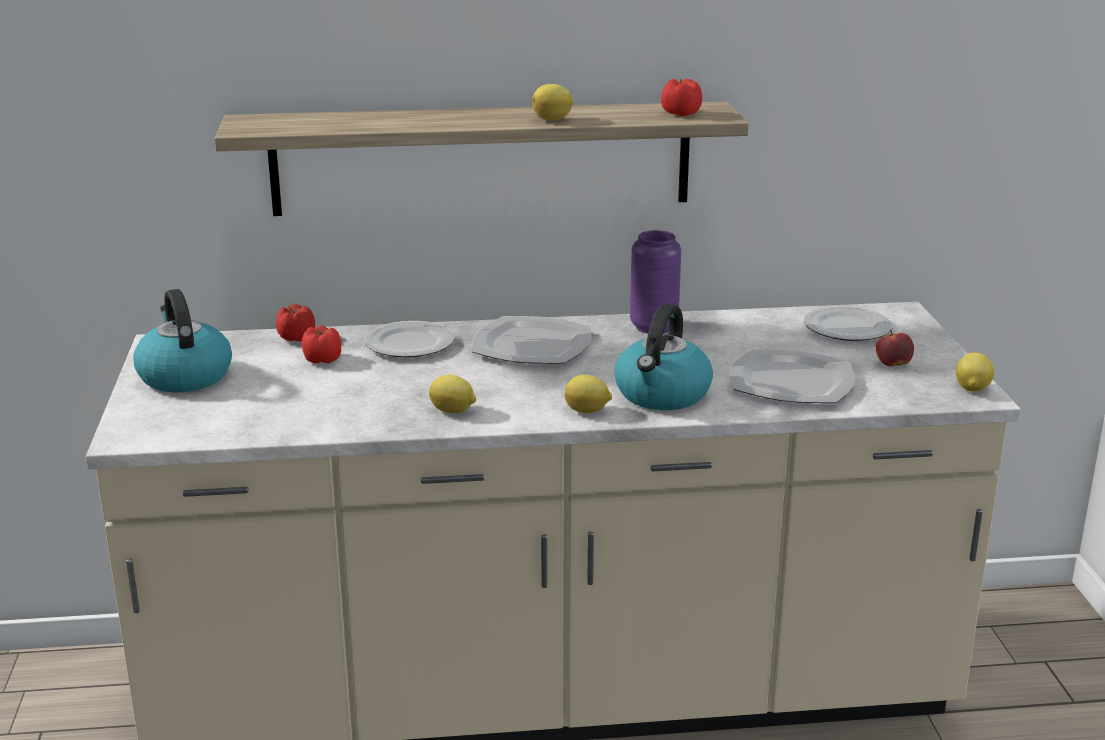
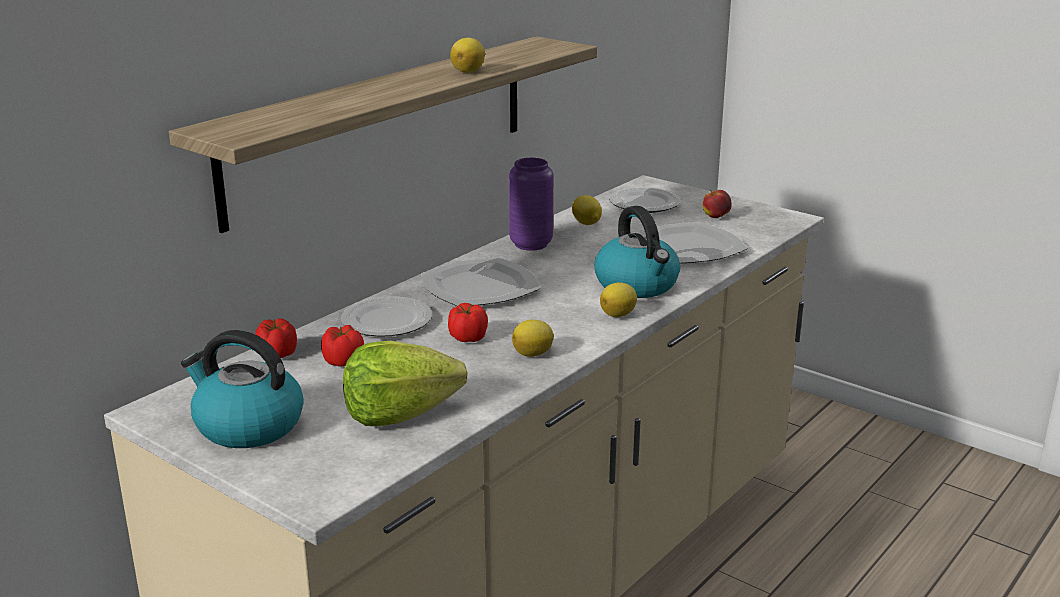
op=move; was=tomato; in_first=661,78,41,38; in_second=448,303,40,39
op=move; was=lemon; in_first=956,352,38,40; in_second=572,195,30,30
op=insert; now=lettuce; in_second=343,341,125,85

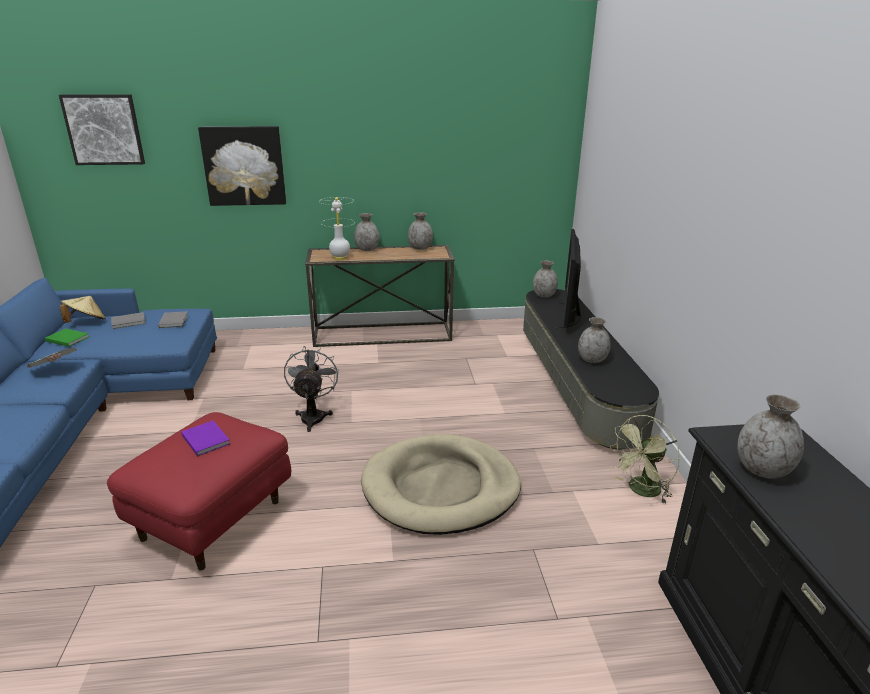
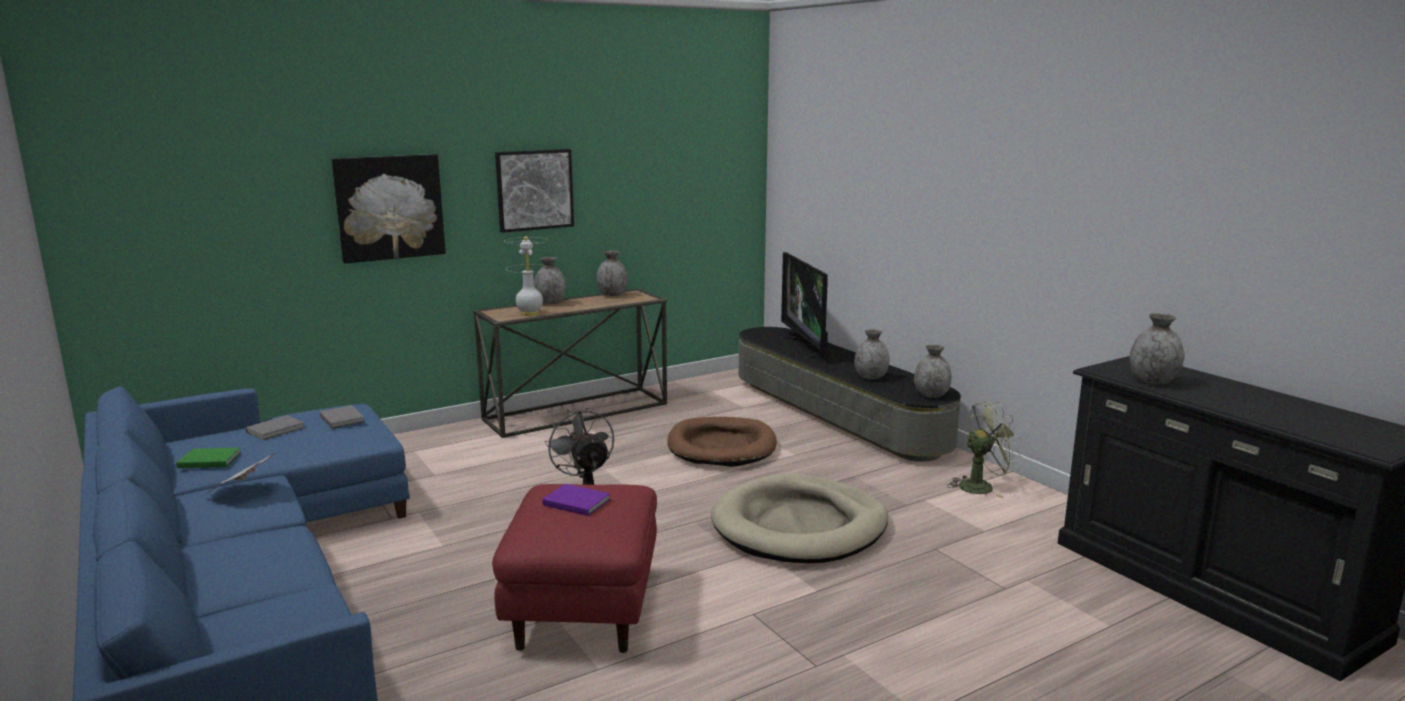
op=move; was=picture; in_first=59,95,86,70; in_second=495,149,79,84
op=move; was=grey vase; in_first=533,261,25,36; in_second=914,344,38,54
op=delete; was=beige hat; in_first=59,296,47,27
op=rotate; was=green fan; in_first=610,415,70,89; in_second=947,402,75,96; clockwise=-135
op=insert; now=brown dog bed; in_second=667,417,110,50

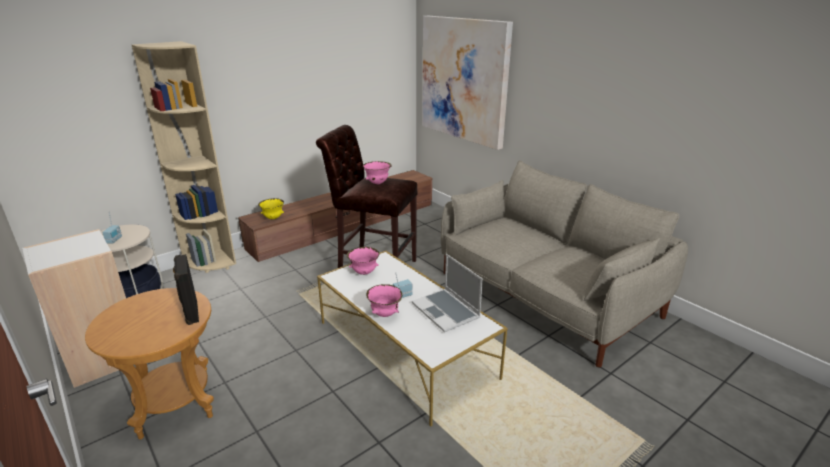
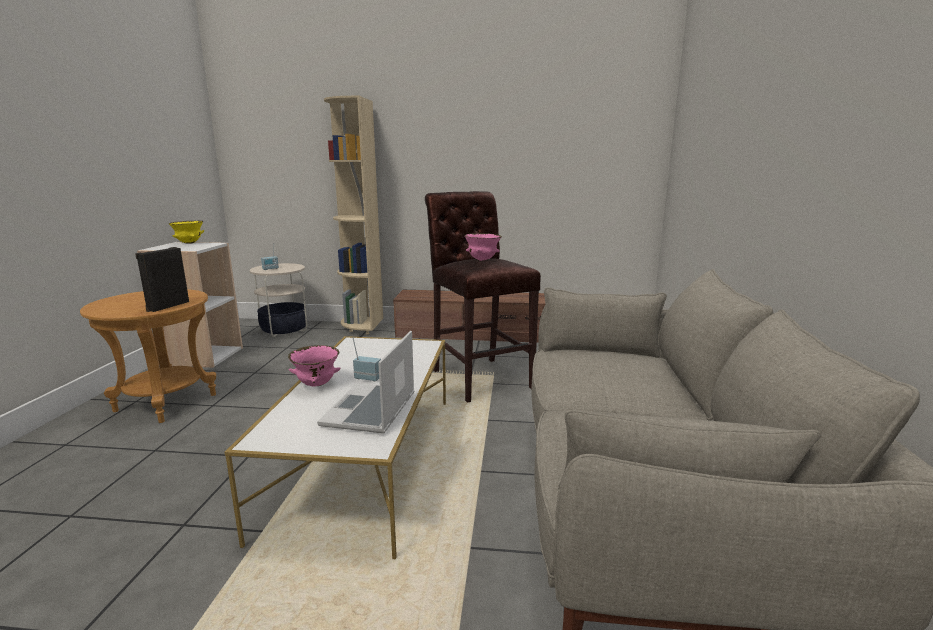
op=delete; was=picture; in_first=422,16,91,134
op=move; was=yellow bowl; in_first=258,198,26,21; in_second=169,221,35,23
op=delete; was=pink bowl; in_first=347,247,32,28

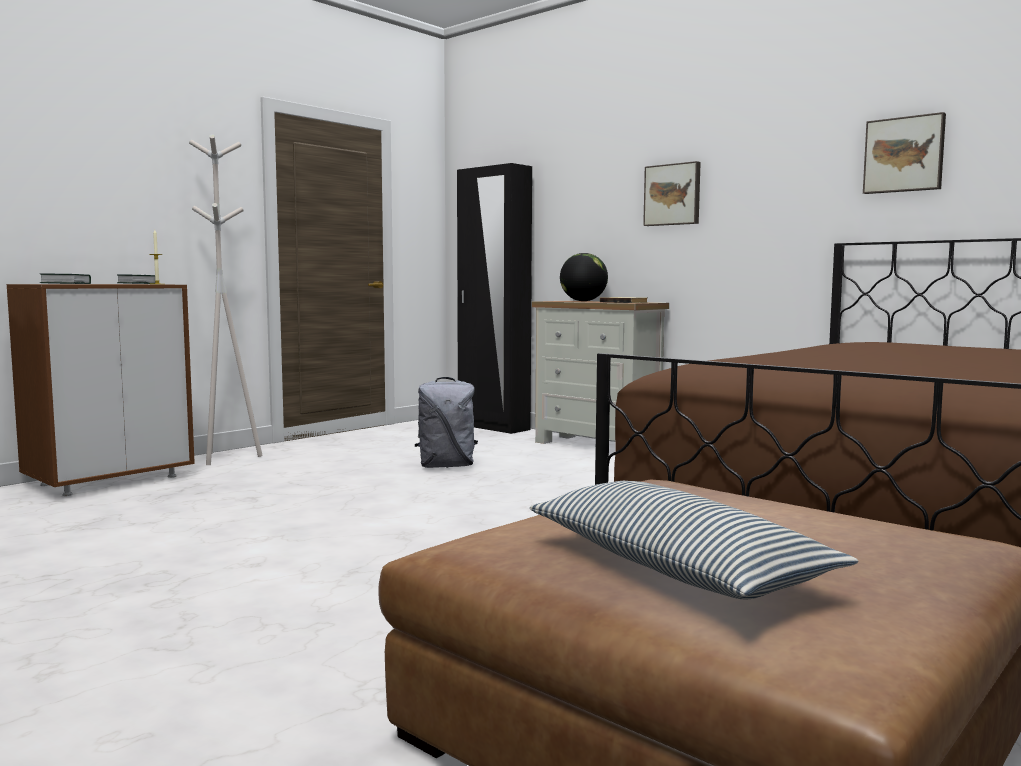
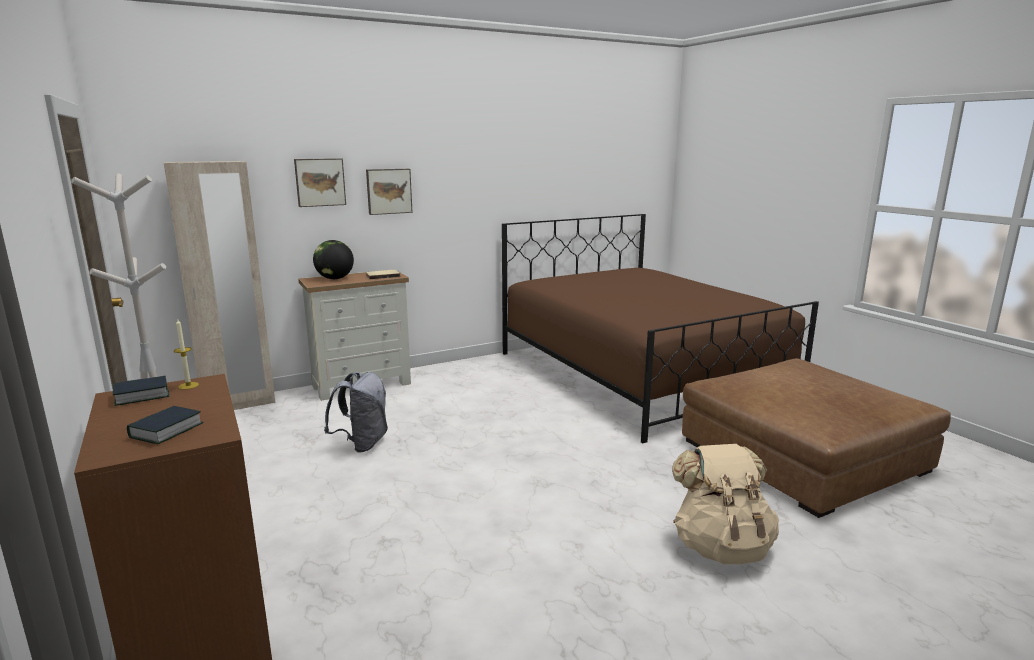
op=move; was=picture; in_first=863,112,83,82; in_second=294,158,52,49
op=recolor; was=black wardrobe; now=beige wardrobe; in_first=457,163,75,271; in_second=164,161,111,249
op=delete; was=pillow; in_first=530,481,328,118
op=insert; now=beige backpack; in_second=672,444,107,120

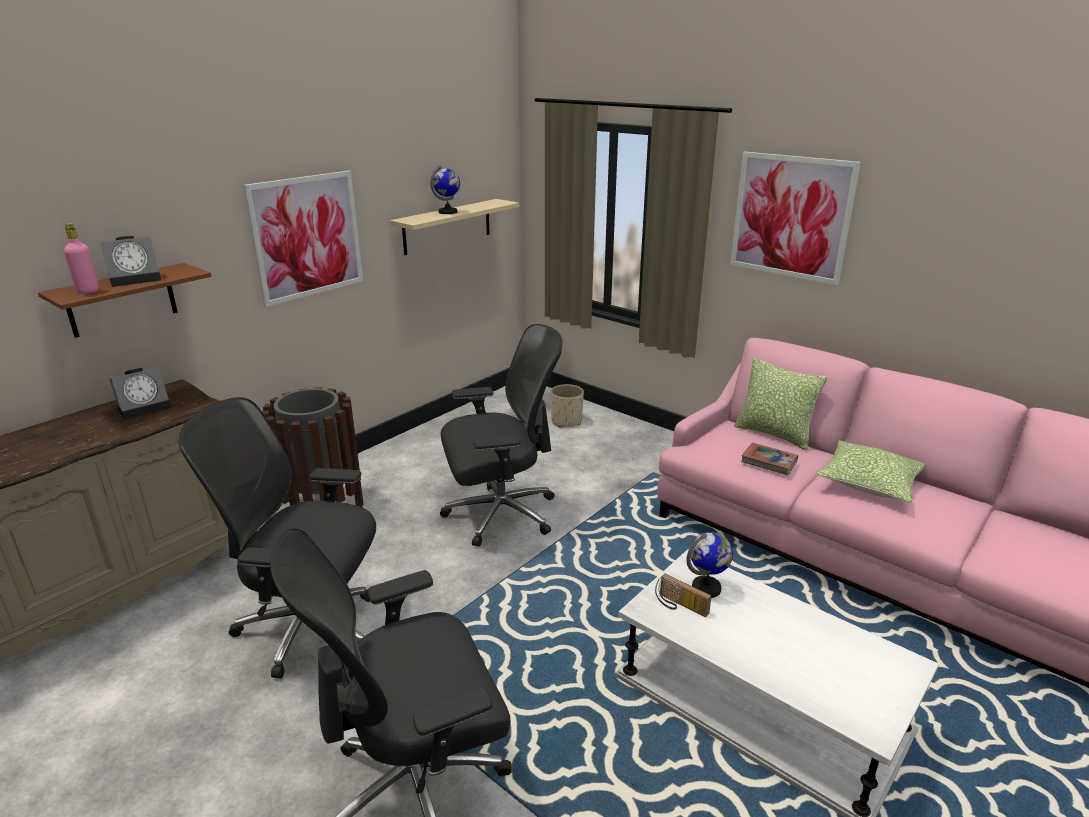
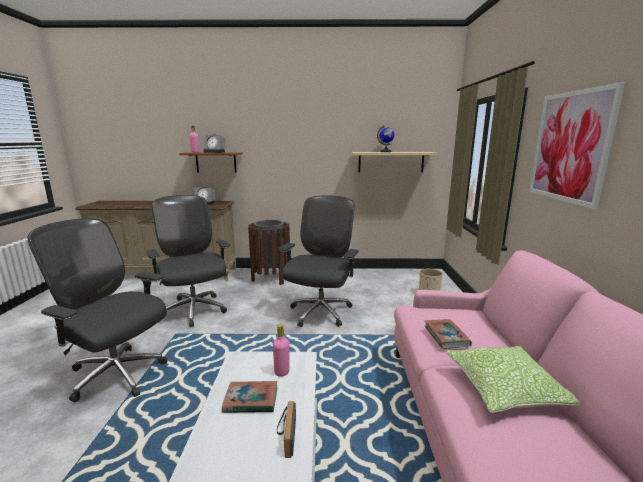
op=delete; was=picture; in_first=243,171,120,136
op=rotate; was=office chair; in_first=440,324,123,223; in_second=278,195,81,132; clockwise=-105
op=delete; was=pillow; in_first=734,358,94,92
op=replace; was=globe; now=pink bottle; in_first=686,532,47,66; in_second=273,324,17,53
op=move; was=radio; in_first=655,574,56,43; in_second=277,401,19,57
op=insert; now=book; in_second=222,381,56,32

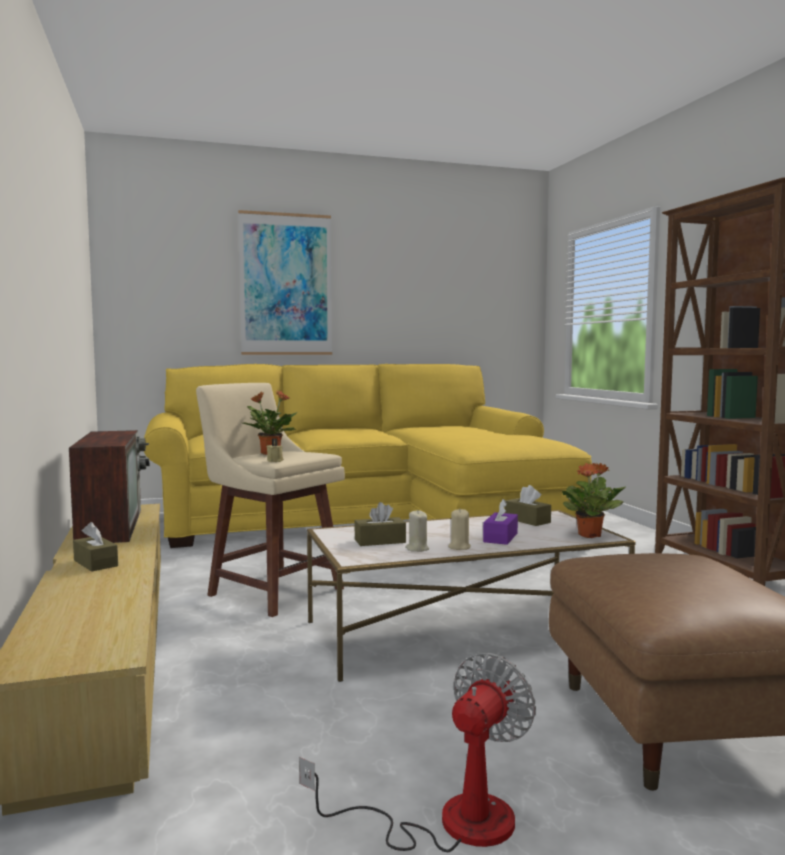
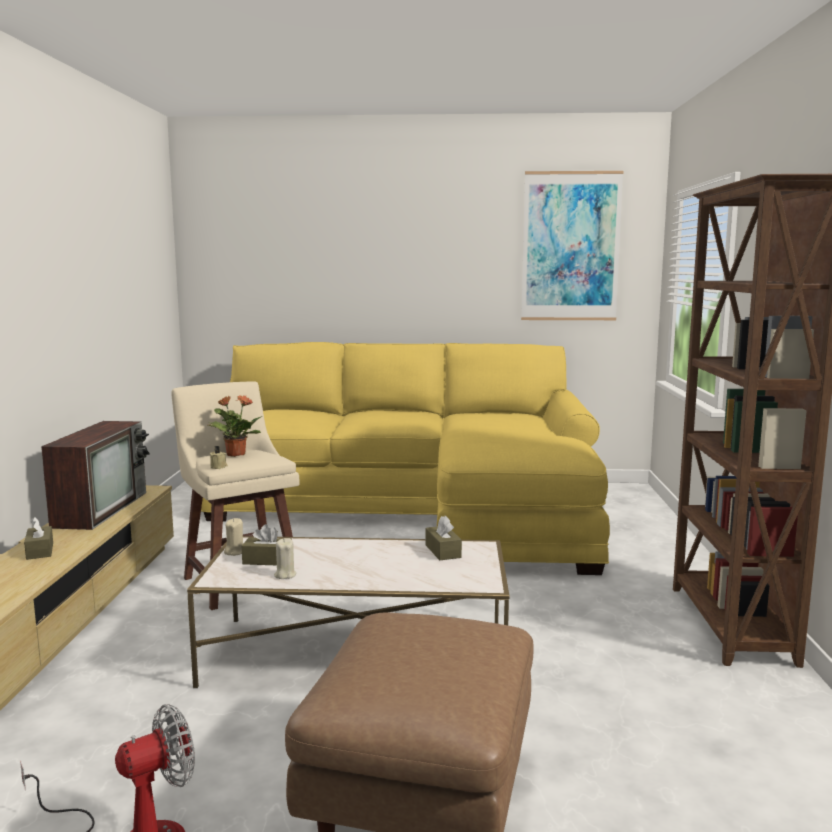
op=move; was=picture; in_first=238,210,94,145; in_second=521,171,103,149
op=delete; was=potted plant; in_first=559,463,67,75
op=delete; was=purple tissue box; in_first=483,499,35,46
op=move; was=beige candle; in_first=448,509,23,41; in_second=224,518,19,38

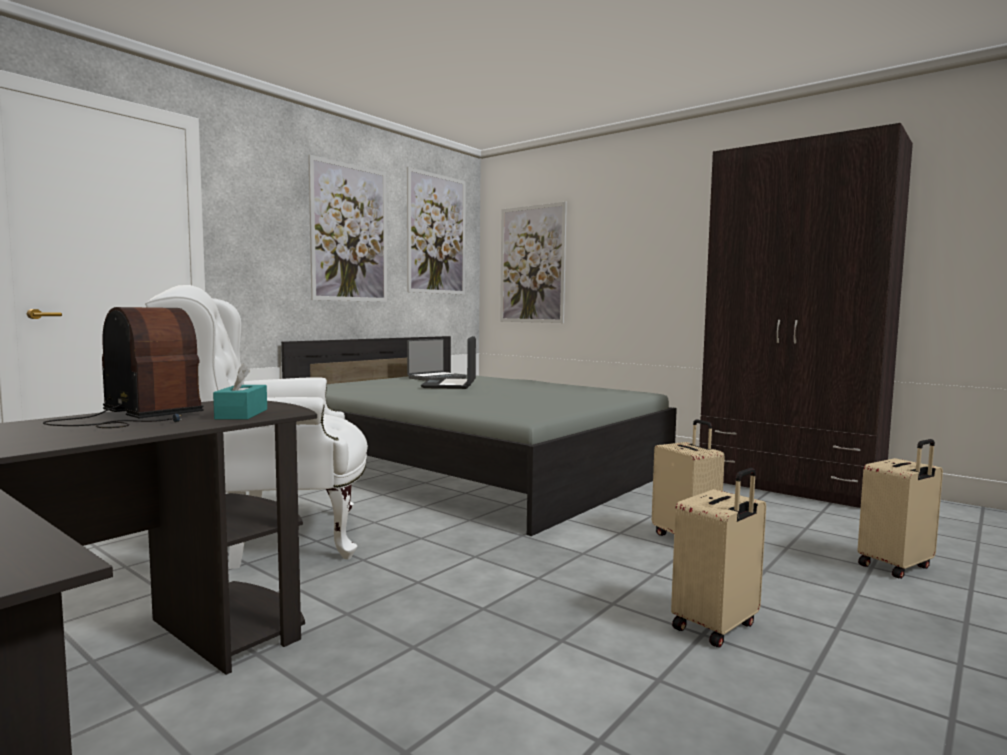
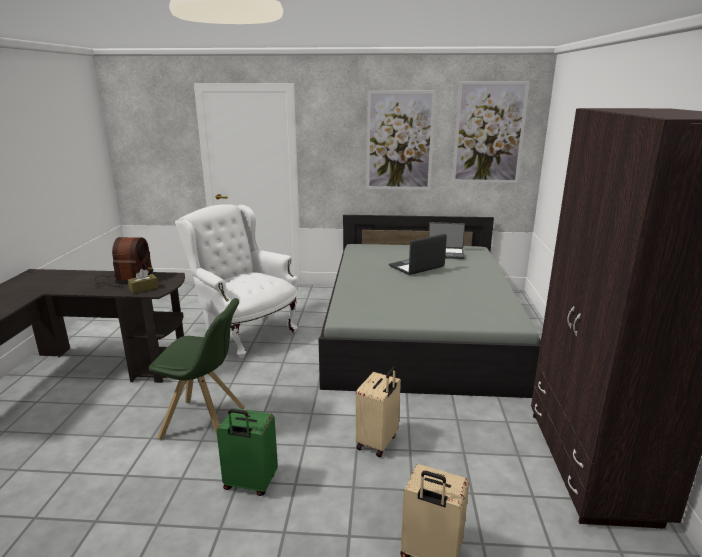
op=delete; was=picture; in_first=500,202,67,121
op=recolor; was=turquoise tissue box; now=brown tissue box; in_first=213,363,54,57; in_second=128,269,31,25
op=recolor; was=beige suitcase; now=green suitcase; in_first=671,468,95,180; in_second=216,408,62,88
op=insert; now=green chair; in_second=149,298,96,141

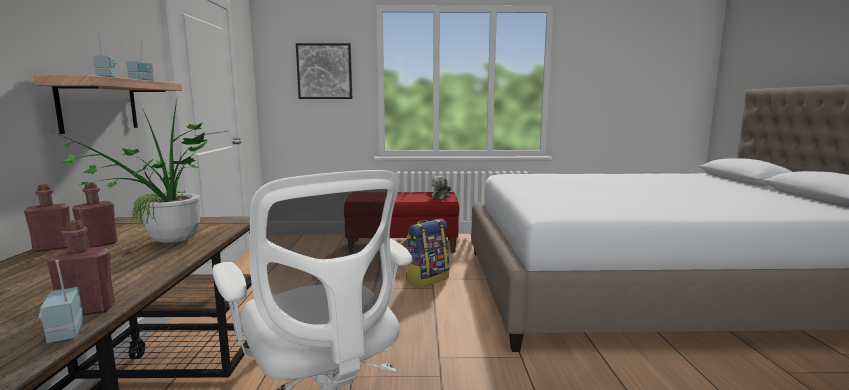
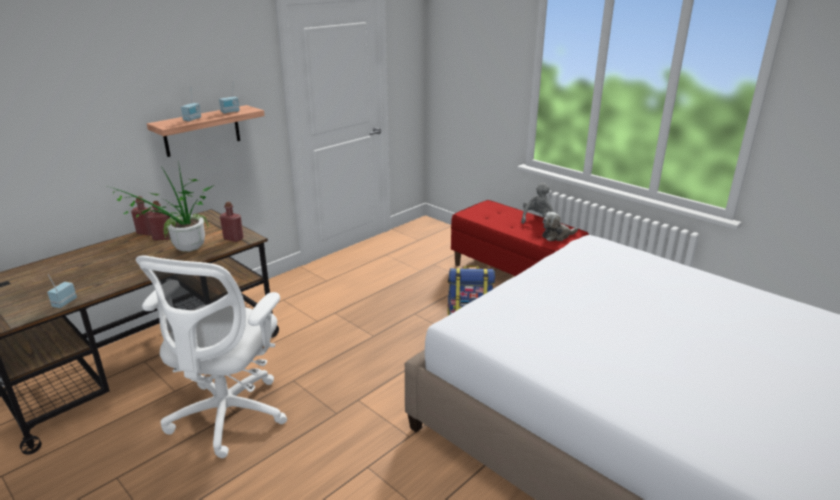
op=delete; was=picture; in_first=296,43,56,56
op=move; was=red bottle; in_first=46,220,69,95; in_second=220,202,23,40
op=insert; now=grey plush toy; in_second=521,183,33,45

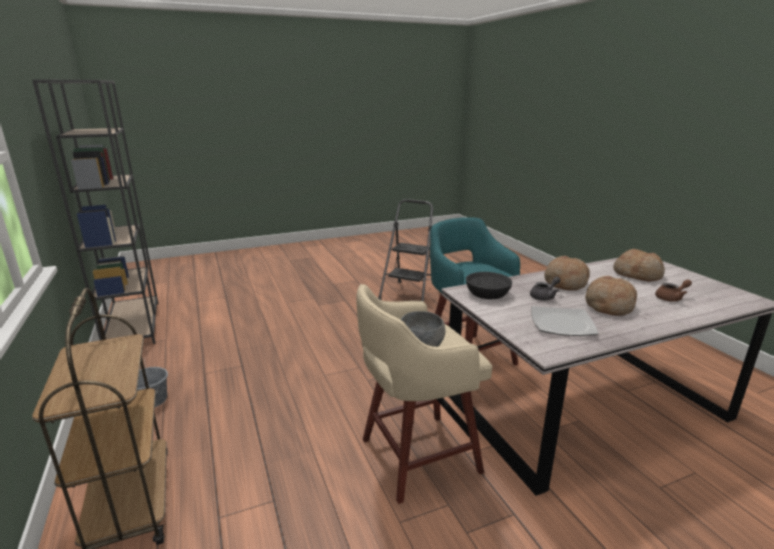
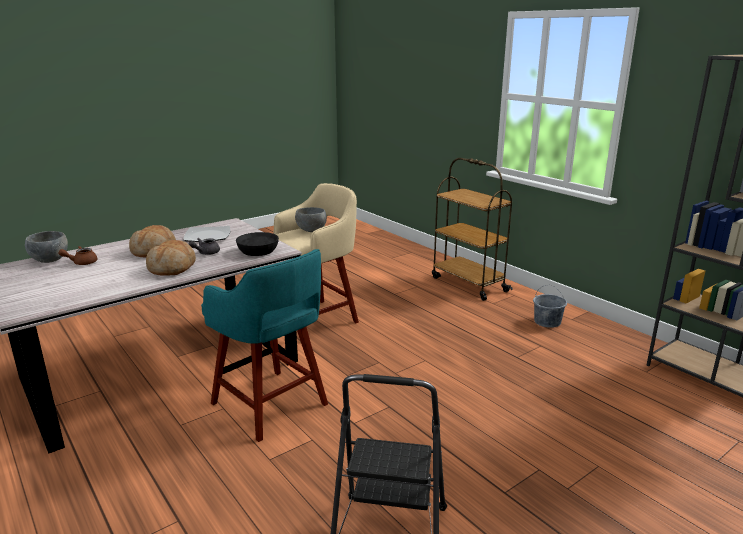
op=delete; was=bread; in_first=613,249,52,32
op=insert; now=grey bowl; in_second=25,231,43,32

